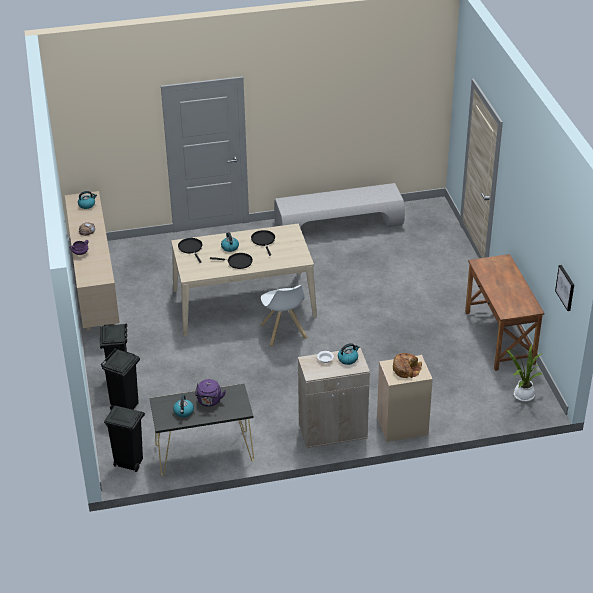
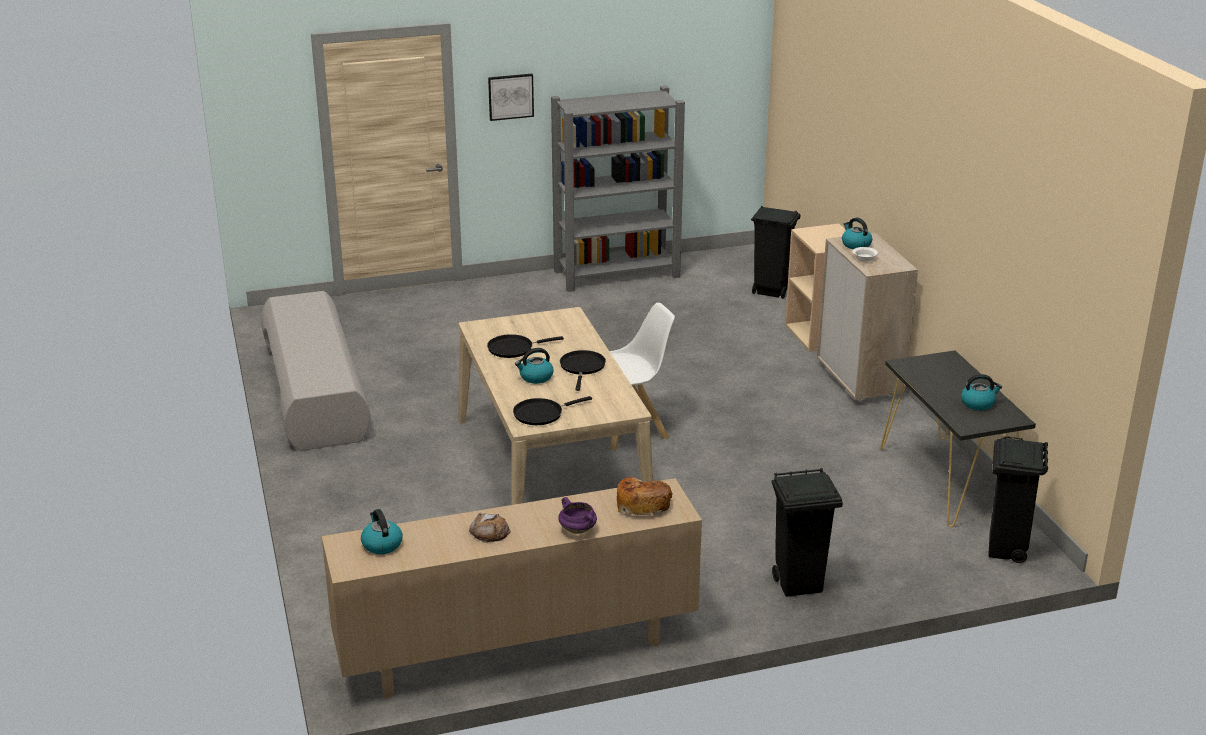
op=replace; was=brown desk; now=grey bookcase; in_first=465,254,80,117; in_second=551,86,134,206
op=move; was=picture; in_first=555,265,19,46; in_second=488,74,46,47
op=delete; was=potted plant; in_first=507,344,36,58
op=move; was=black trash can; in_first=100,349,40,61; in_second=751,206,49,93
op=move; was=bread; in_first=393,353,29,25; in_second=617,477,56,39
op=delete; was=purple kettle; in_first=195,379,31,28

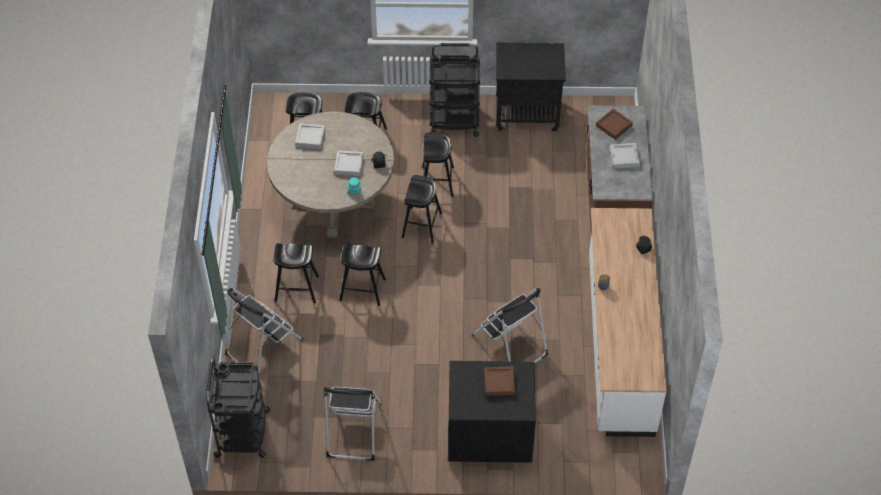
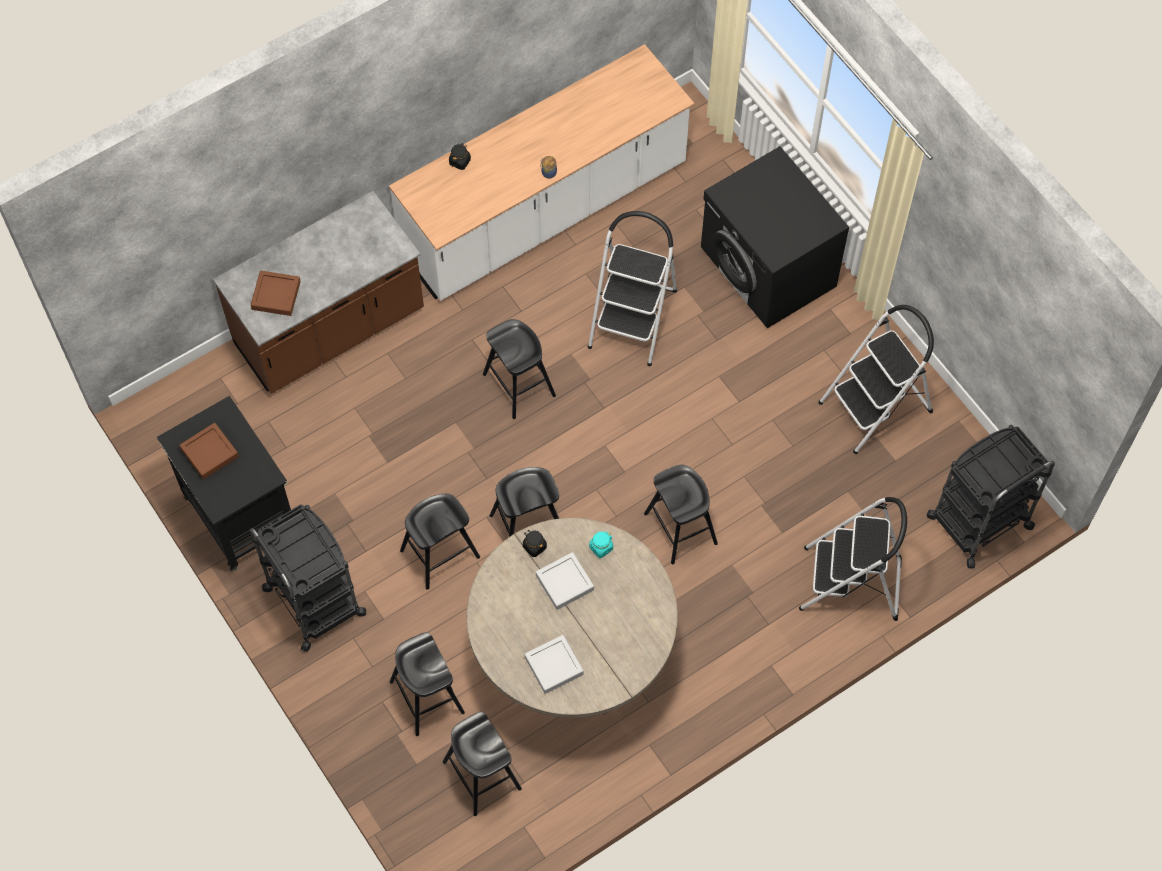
op=delete; was=grey tray; in_first=610,143,30,26
op=move; was=black stool; in_first=273,243,46,60; in_second=483,319,73,100
op=move; was=brown tray; in_first=484,366,31,30; in_second=179,423,60,56

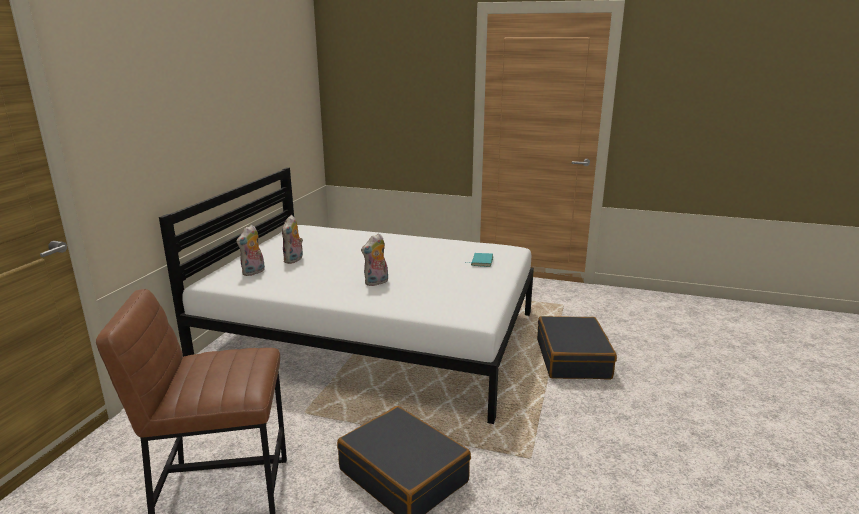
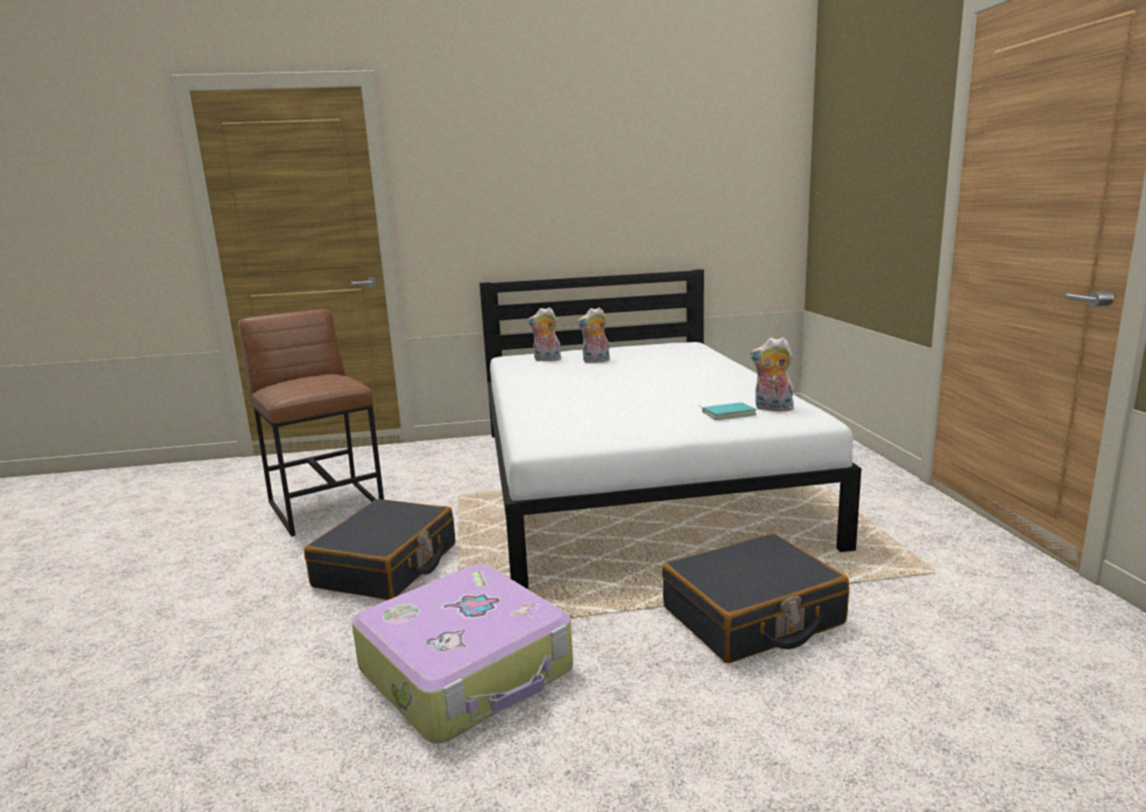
op=move; was=plush toy; in_first=361,233,27,53; in_second=750,337,47,74
op=insert; now=suitcase; in_second=352,564,221,179

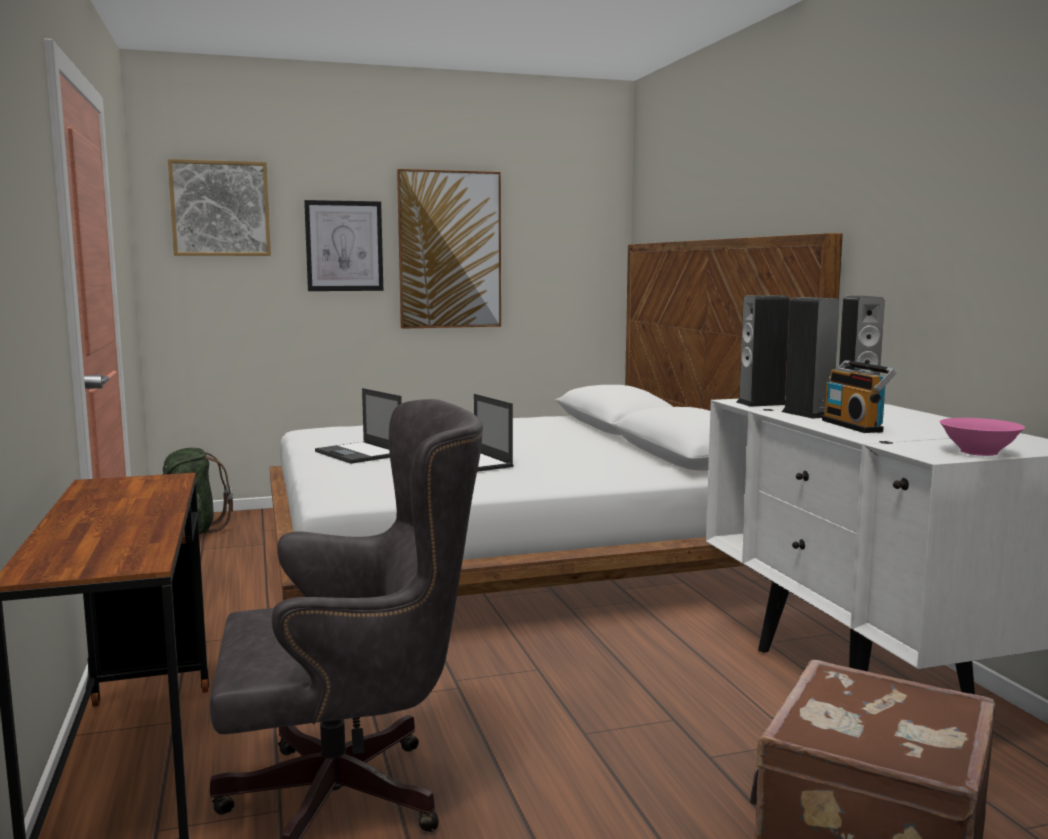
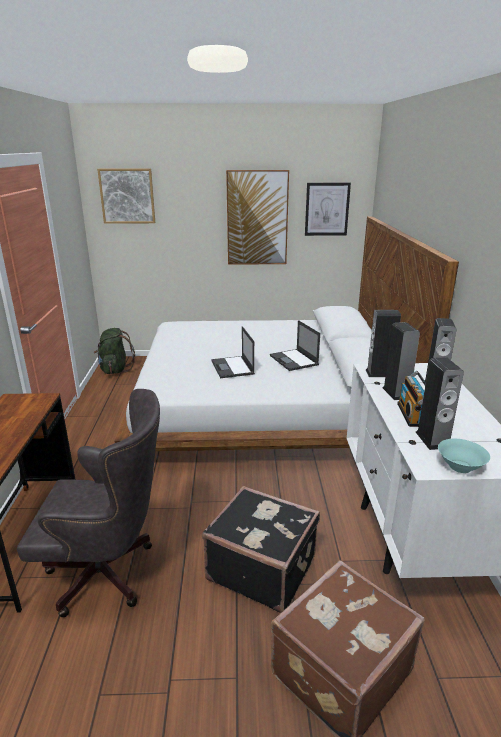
op=move; was=picture; in_first=304,200,79,91; in_second=305,183,46,53
op=move; was=laptop; in_first=315,388,87,76; in_second=270,320,50,51
op=recolor; was=pink bowl; now=turquoise bowl; in_first=939,418,86,38; in_second=438,439,52,34
op=insert; now=speaker; in_second=416,357,48,93
op=insert; now=black suitcase; in_second=202,486,118,127

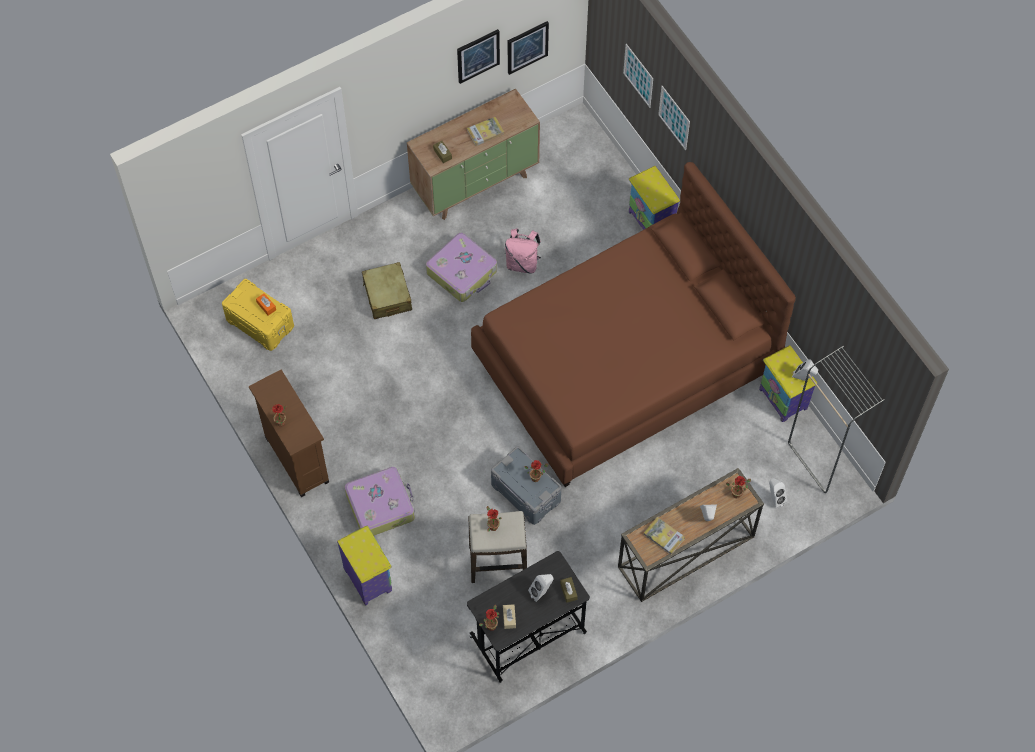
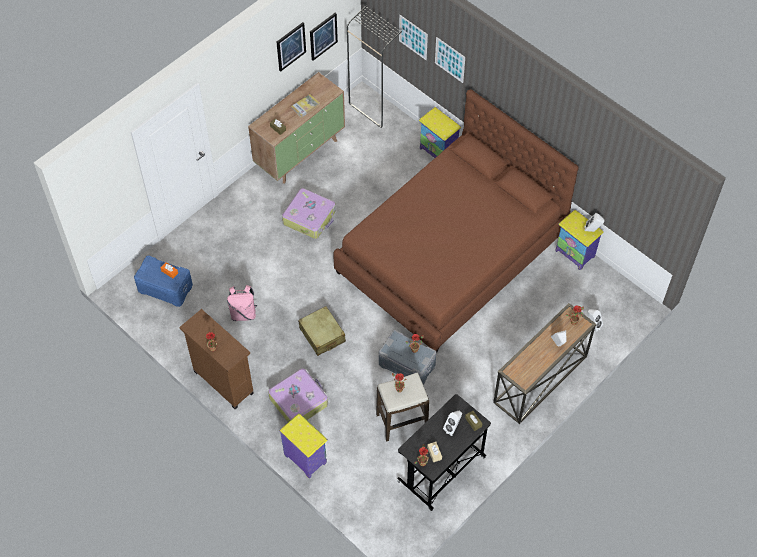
op=move; was=pink backpack; in_first=505,228,36,45; in_second=227,285,31,36
op=move; was=beige suitcase; in_first=362,262,50,57; in_second=298,306,48,50
op=recolor; was=yellow storage box; now=blue storage box; in_first=222,279,72,72; in_second=134,255,59,52
op=move; was=grey clothes rack; in_first=788,346,97,147; in_second=347,5,55,123
op=delete; was=book; in_first=644,517,41,38

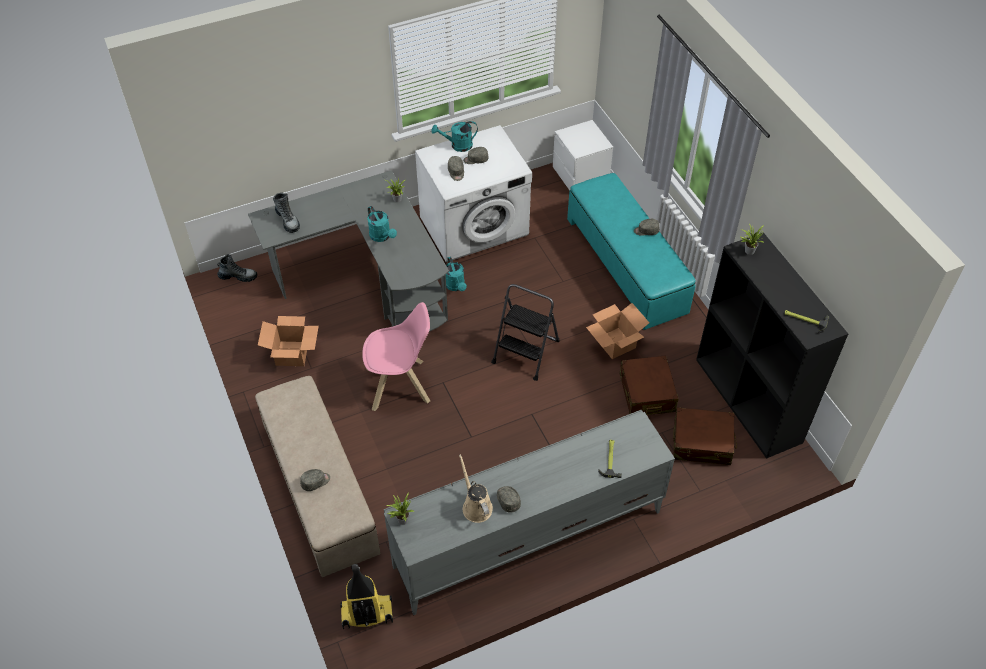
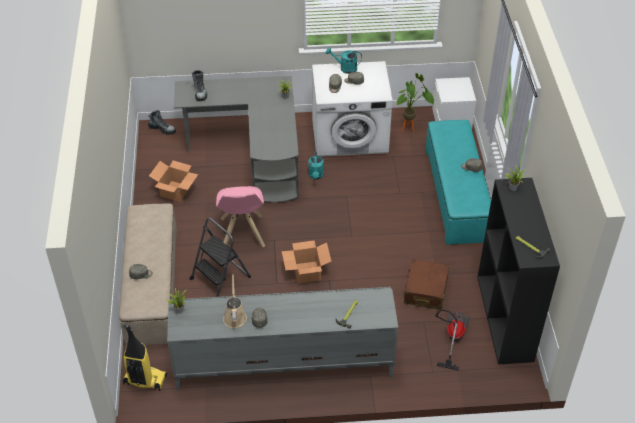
op=delete; was=turquoise watering can; in_first=367,206,30,36
op=move; was=black step ladder; in_first=491,284,69,97; in_second=189,218,62,79
op=rotate; was=pink chair; in_first=362,302,68,109; in_second=216,186,49,61; clockwise=75
op=move; was=cardboard box; in_first=586,303,63,56; in_second=282,240,49,44
op=replace; was=brown suitcase; now=vacuum cleaner; in_first=673,407,64,58; in_second=435,309,35,62
op=insert; now=potted plant; in_second=396,73,38,59

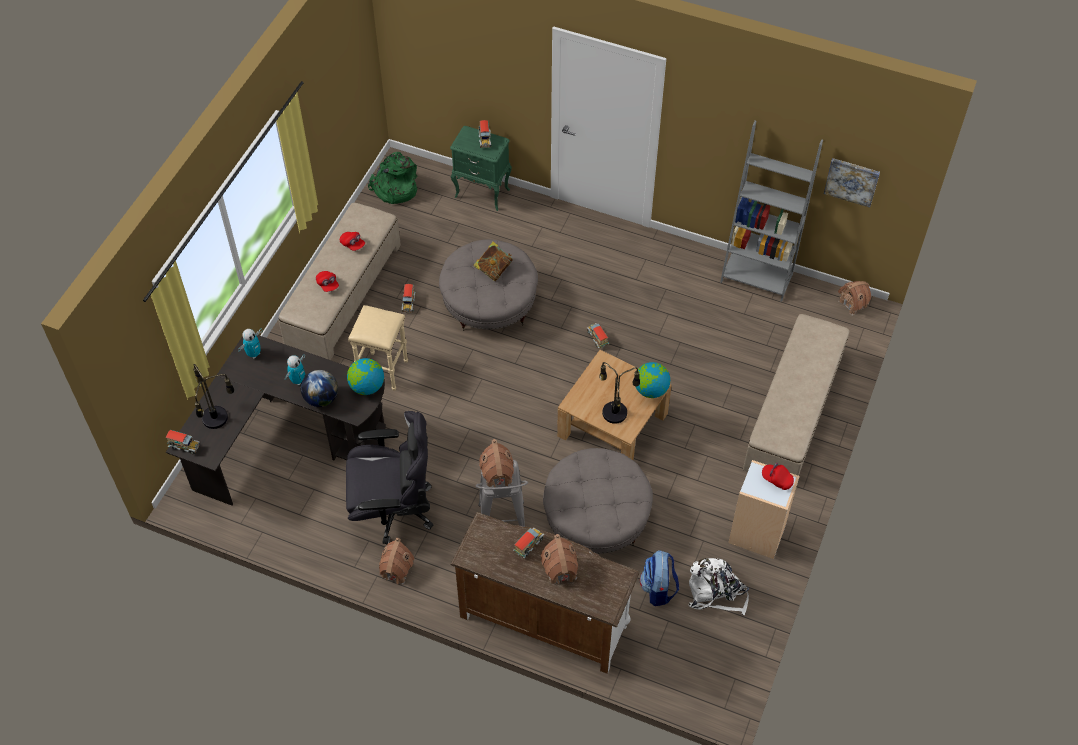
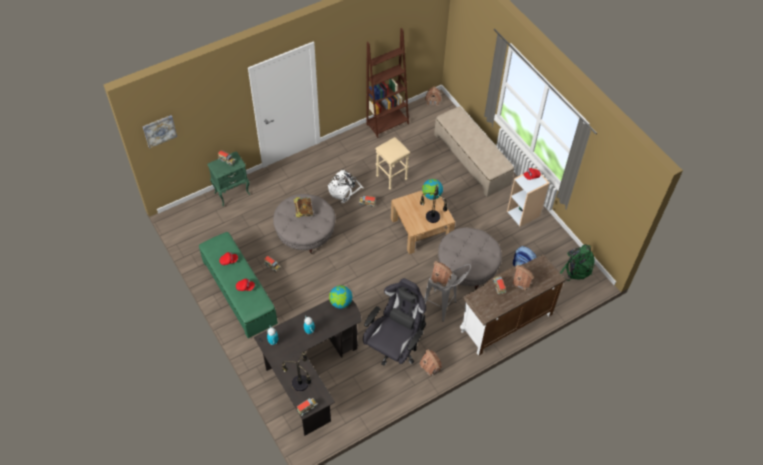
op=recolor; was=grey bookcase; now=brown bookcase; in_first=720,120,103,182; in_second=366,28,43,110
op=move; was=green backpack; in_first=368,152,49,52; in_second=560,244,35,37
op=move; was=picture; in_first=824,158,56,50; in_second=143,115,34,33
op=recolor; was=beige bench; now=green bench; in_first=279,203,122,157; in_second=199,232,79,106
op=move; was=beige stool; in_first=348,305,60,86; in_second=375,137,36,53
op=delete; was=globe; in_first=301,370,37,37
op=move; was=white backpack; in_first=689,558,60,57; in_second=328,170,35,33

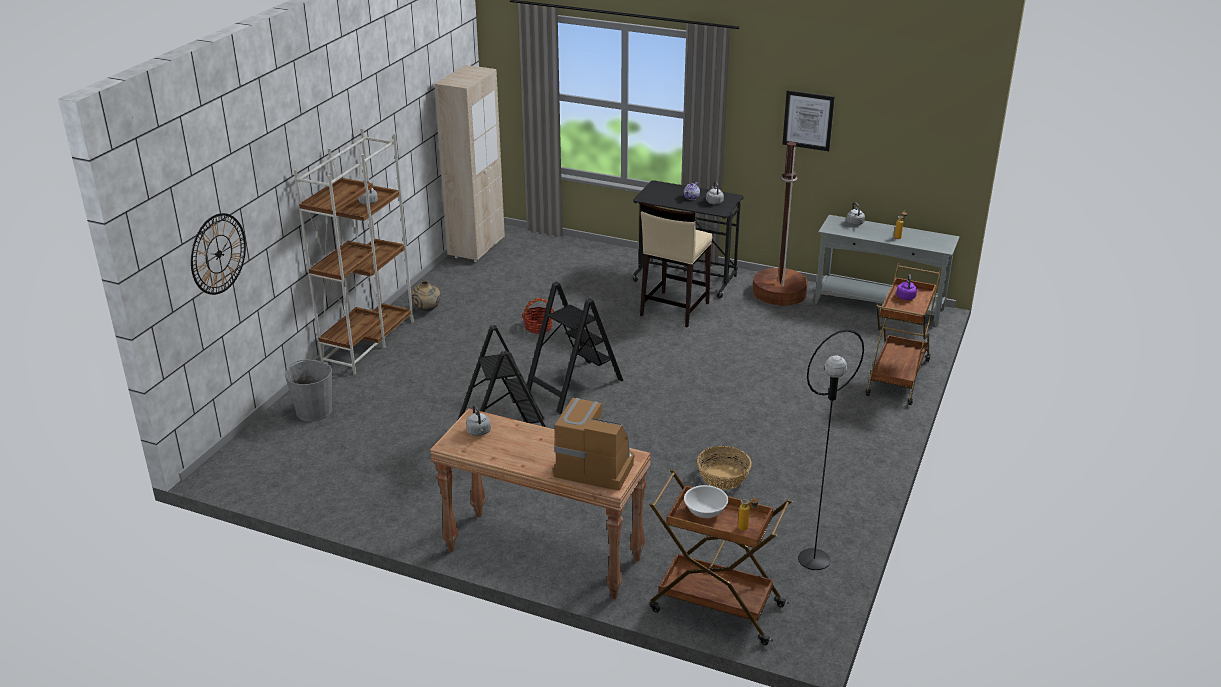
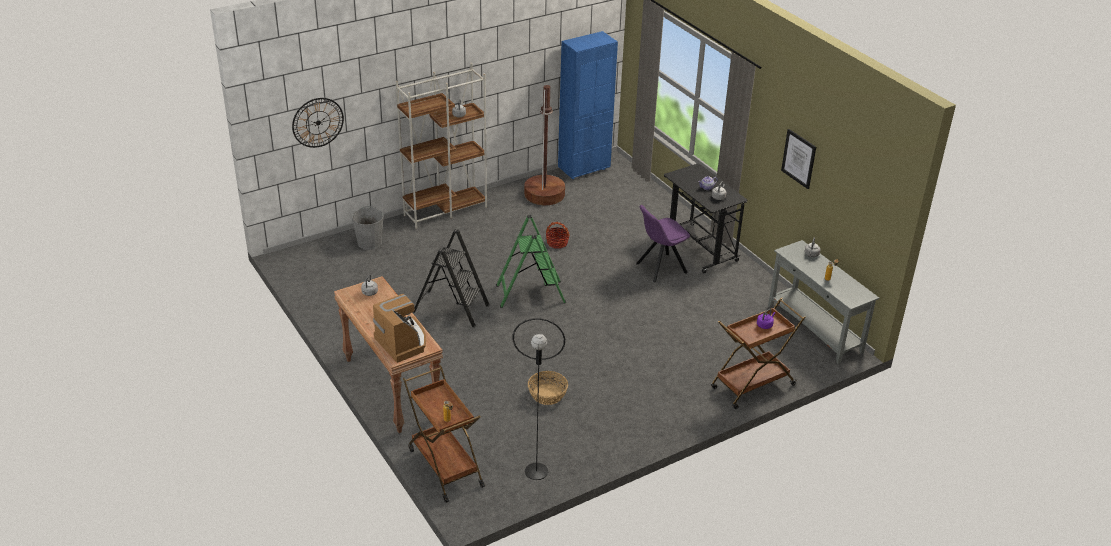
op=recolor; was=beige cabinet; now=blue cabinet; in_first=434,65,71,197; in_second=558,31,60,148
op=move; was=brown floor lamp; in_first=752,142,56,164; in_second=524,85,41,120
op=replace; was=beige stool; now=purple chair; in_first=640,202,72,126; in_second=636,205,54,77
op=delete; was=beige vase; in_first=411,281,30,31
op=recolor; was=black step ladder; now=green step ladder; in_first=527,281,97,134; in_second=496,215,70,93
op=delete; was=white bowl; in_first=684,485,44,33

